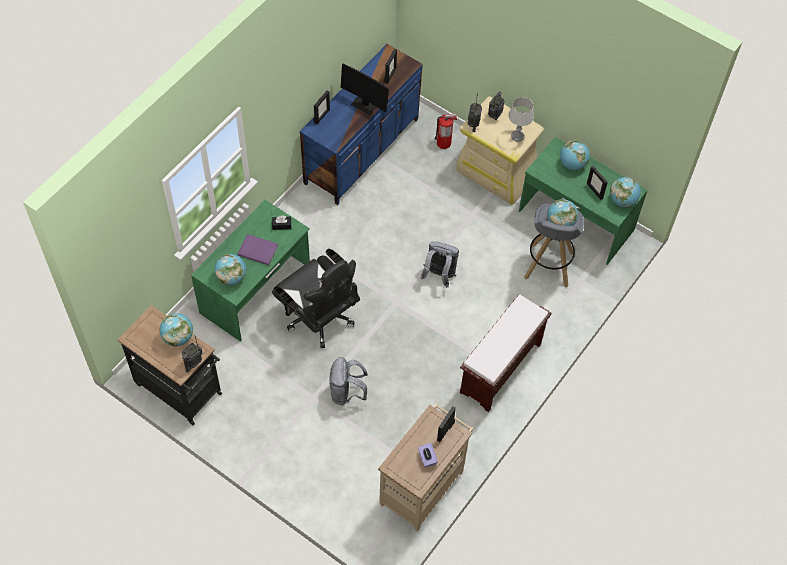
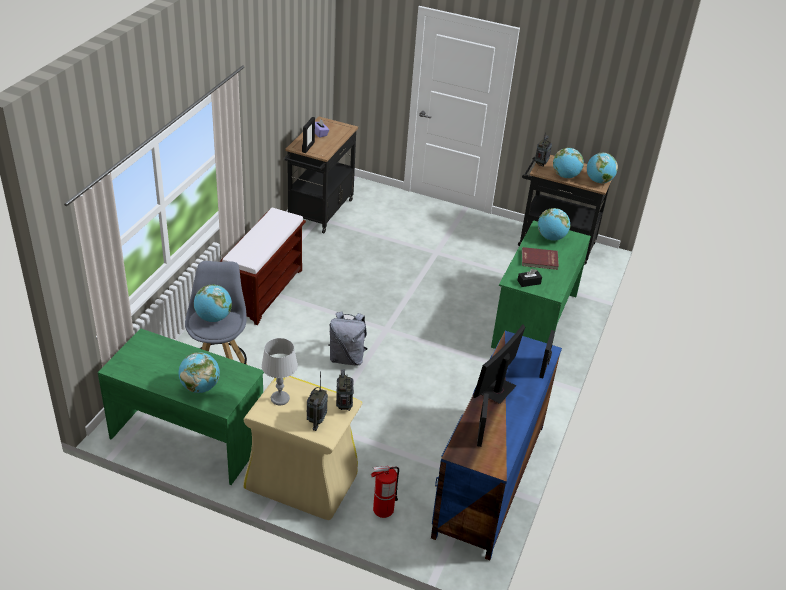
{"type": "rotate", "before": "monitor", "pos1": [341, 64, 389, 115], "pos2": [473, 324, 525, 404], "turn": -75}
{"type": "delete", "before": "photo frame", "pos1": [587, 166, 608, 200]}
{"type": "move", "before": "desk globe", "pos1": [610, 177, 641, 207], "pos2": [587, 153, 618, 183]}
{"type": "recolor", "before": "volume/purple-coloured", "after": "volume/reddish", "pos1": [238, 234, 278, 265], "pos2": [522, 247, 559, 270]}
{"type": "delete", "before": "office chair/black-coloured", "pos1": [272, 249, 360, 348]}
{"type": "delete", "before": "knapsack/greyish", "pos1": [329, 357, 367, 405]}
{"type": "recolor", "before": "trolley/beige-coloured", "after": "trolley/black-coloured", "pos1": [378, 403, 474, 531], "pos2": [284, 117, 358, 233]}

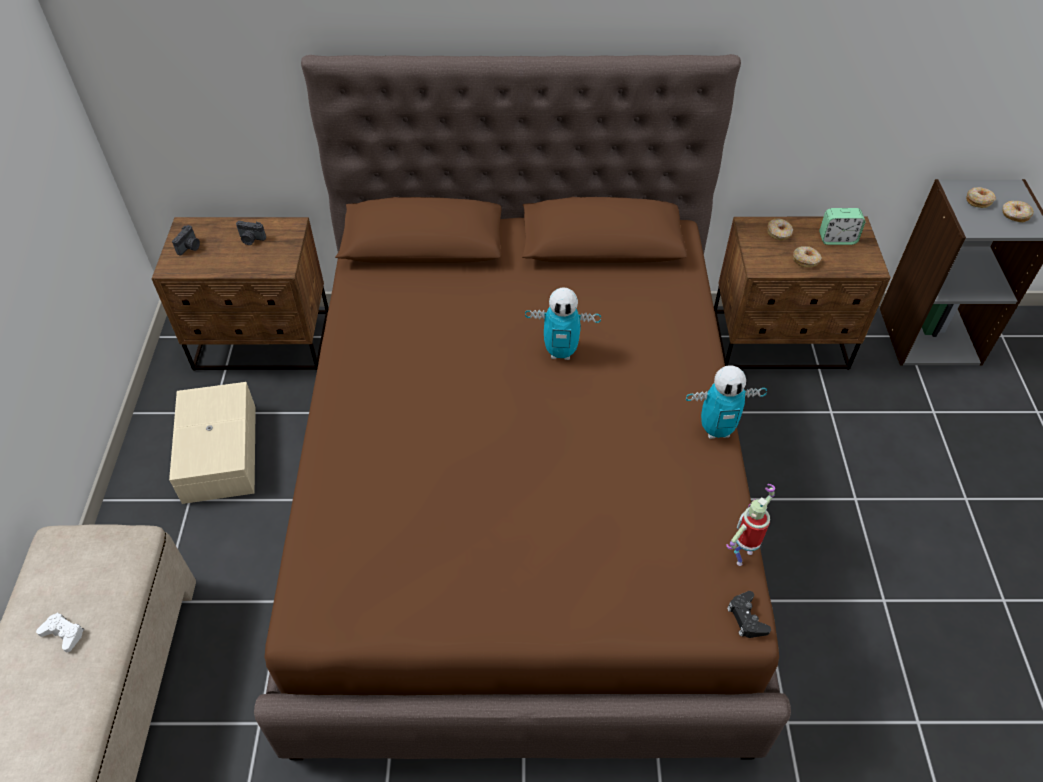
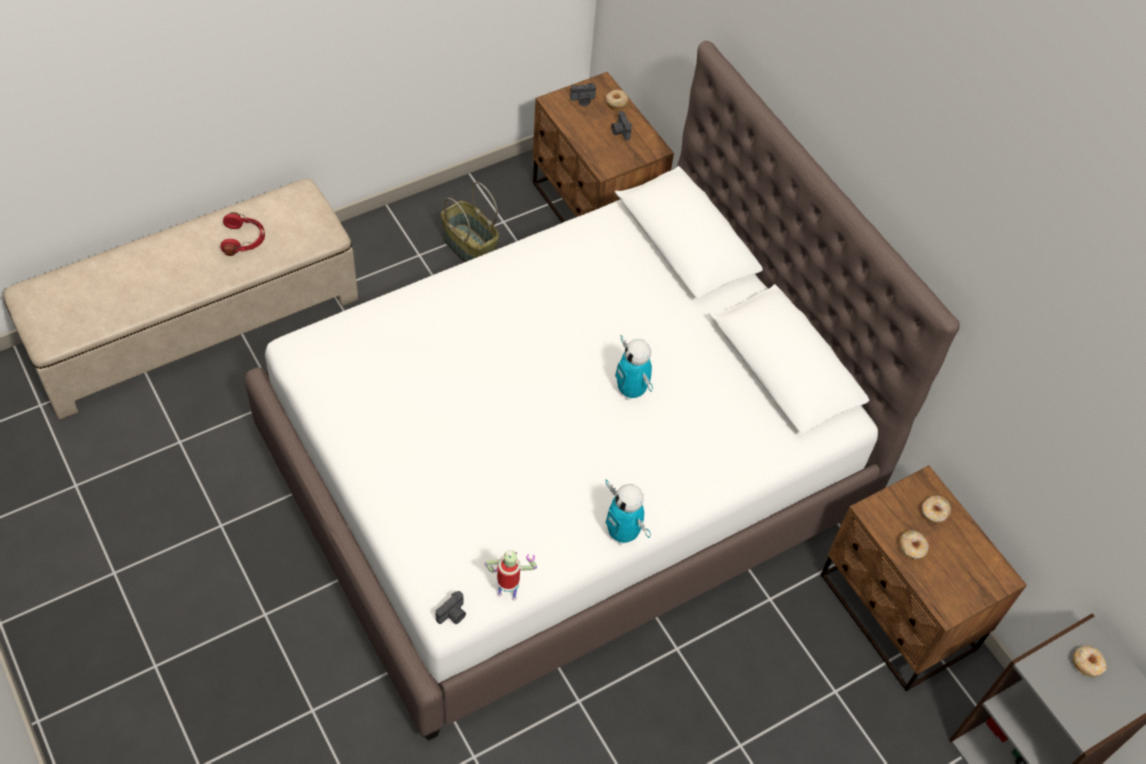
{"type": "recolor", "before": "sleeping bed/brown", "after": "sleeping bed/white-coloured", "pos1": [254, 54, 791, 760], "pos2": [245, 41, 960, 741]}
{"type": "move", "before": "ring doughnut", "pos1": [1003, 201, 1034, 223], "pos2": [606, 90, 629, 111]}
{"type": "delete", "before": "alarm clock", "pos1": [819, 208, 865, 245]}
{"type": "replace", "before": "storage bin/beige-coloured", "after": "household basket", "pos1": [169, 382, 256, 504], "pos2": [441, 182, 499, 262]}
{"type": "replace", "before": "game controller/black-coloured", "after": "photo camera", "pos1": [727, 591, 771, 638], "pos2": [435, 591, 466, 624]}
{"type": "replace", "before": "game controller/white-coloured", "after": "headset/reddish", "pos1": [36, 613, 84, 652], "pos2": [220, 212, 265, 256]}

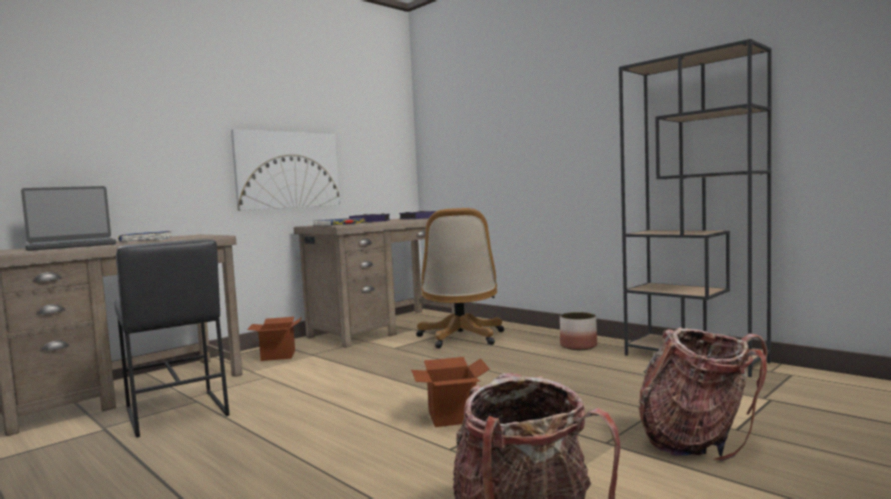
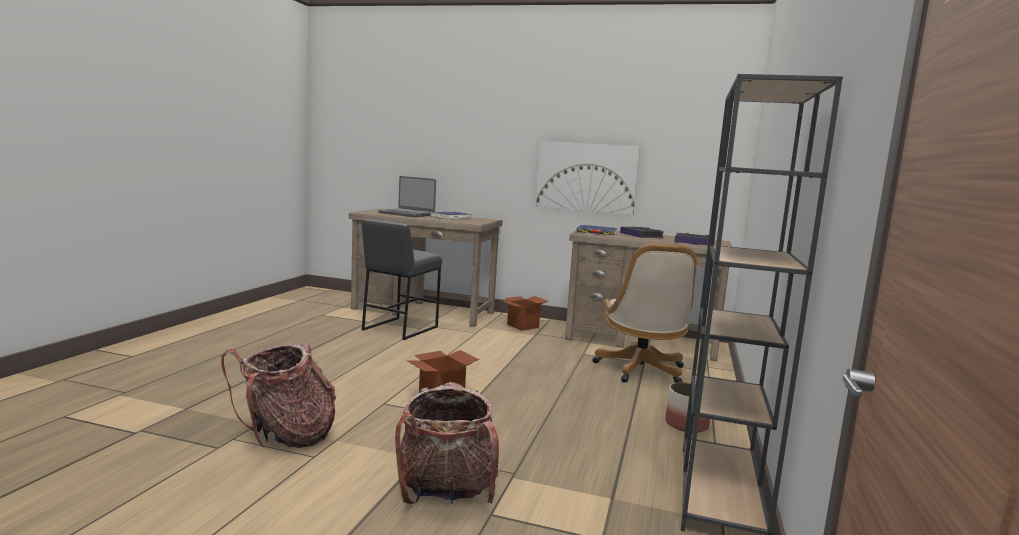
{"type": "rotate", "before": "office chair", "pos1": [416, 208, 504, 348], "pos2": [592, 243, 697, 383], "turn": -60}

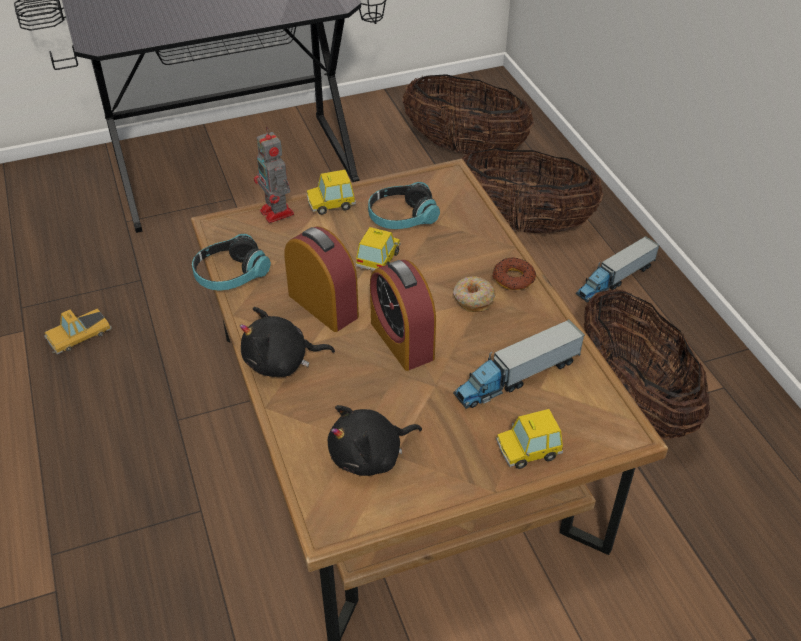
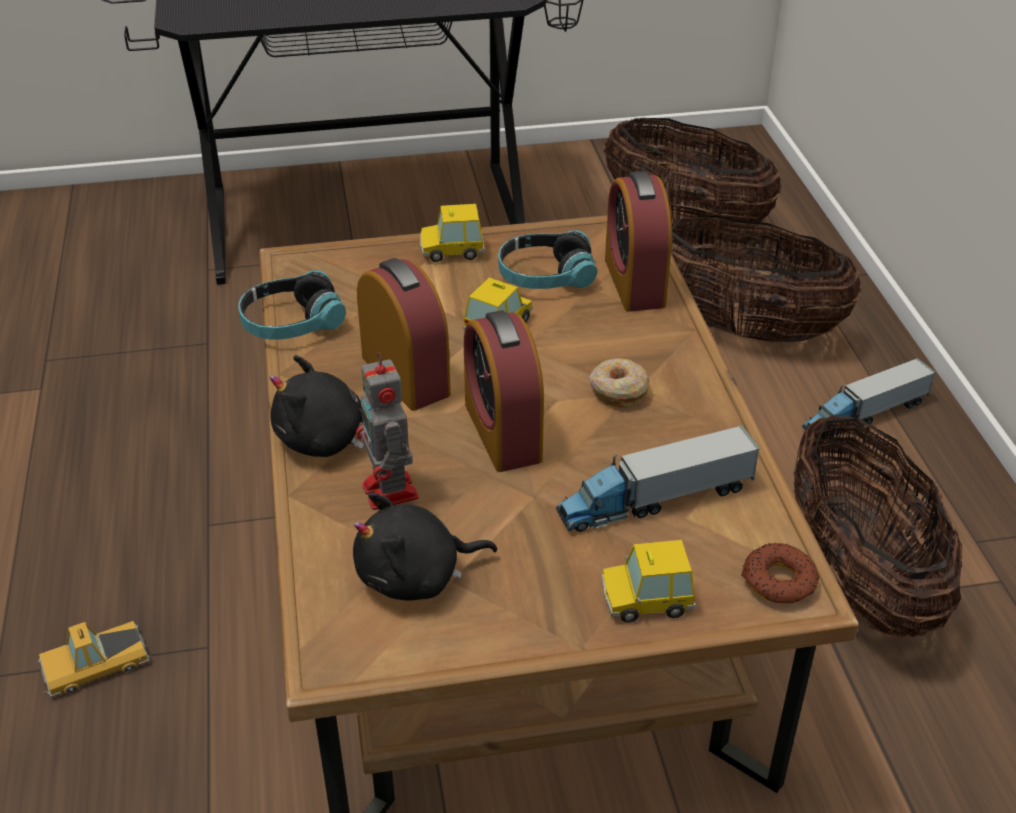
{"type": "move", "before": "robot figure", "pos1": [254, 127, 294, 223], "pos2": [356, 352, 419, 510]}
{"type": "move", "before": "ring doughnut", "pos1": [492, 258, 536, 290], "pos2": [741, 543, 819, 604]}
{"type": "move", "before": "toy car", "pos1": [44, 308, 112, 354], "pos2": [38, 621, 150, 698]}
{"type": "insert", "after": "alarm clock", "pos2": [605, 171, 672, 312]}

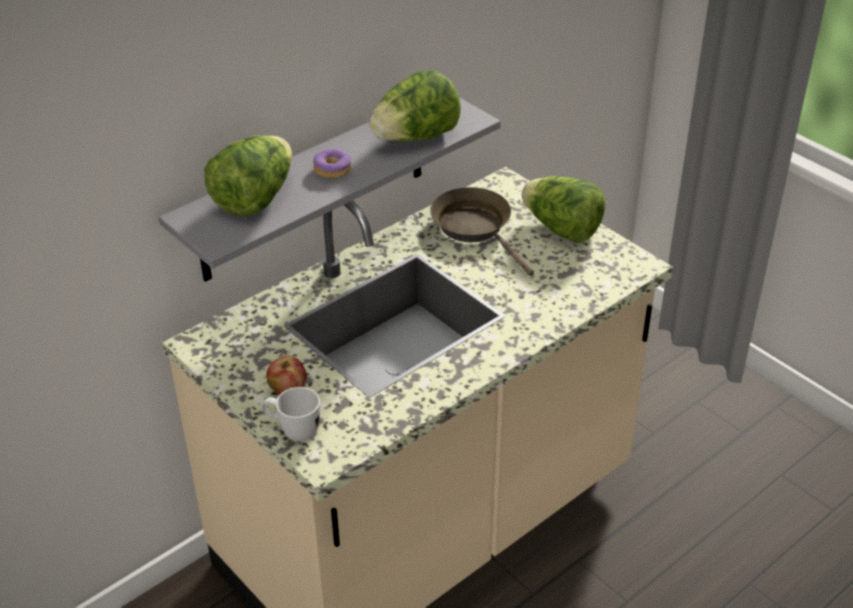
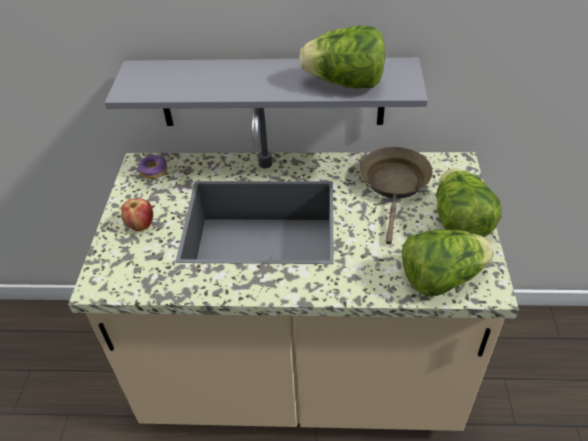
{"type": "move", "before": "head of lettuce", "pos1": [204, 135, 292, 216], "pos2": [402, 230, 494, 296]}
{"type": "move", "before": "ring doughnut", "pos1": [313, 149, 351, 178], "pos2": [138, 155, 167, 179]}
{"type": "delete", "before": "coffee mug/white-coloured", "pos1": [262, 387, 320, 442]}

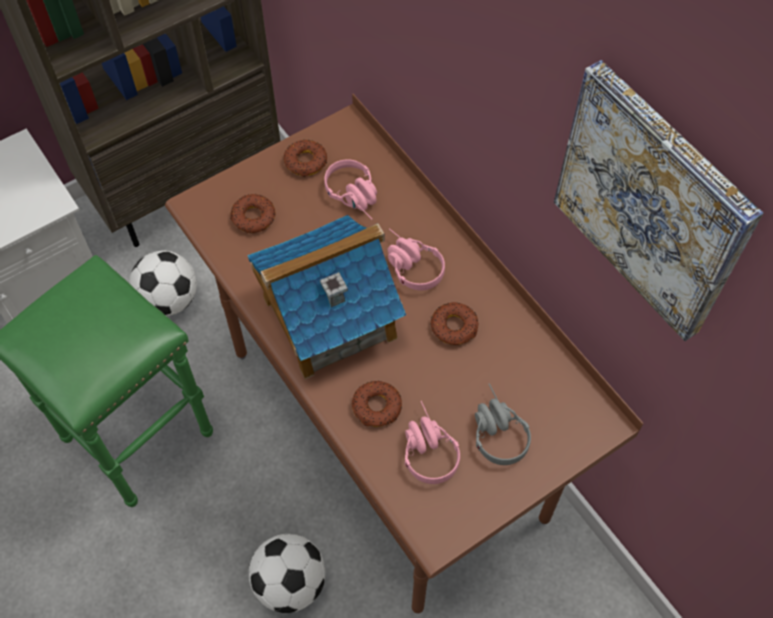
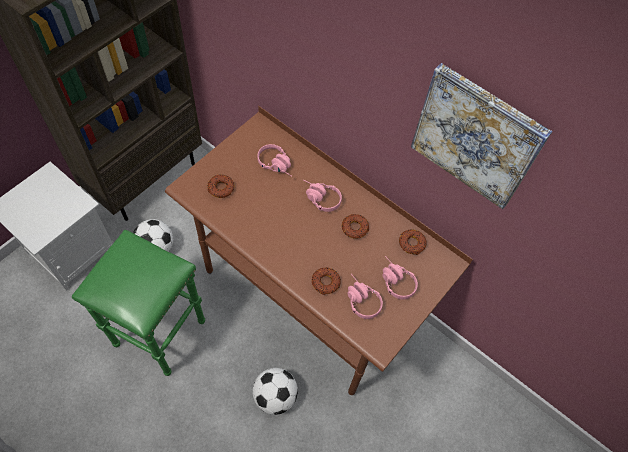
{"type": "move", "before": "ring doughnut", "pos1": [284, 140, 328, 177], "pos2": [399, 229, 427, 255]}
{"type": "delete", "before": "toy house", "pos1": [247, 215, 406, 379]}
{"type": "recolor", "before": "headset/greyish", "after": "headset/pink", "pos1": [475, 384, 531, 465], "pos2": [382, 256, 418, 299]}

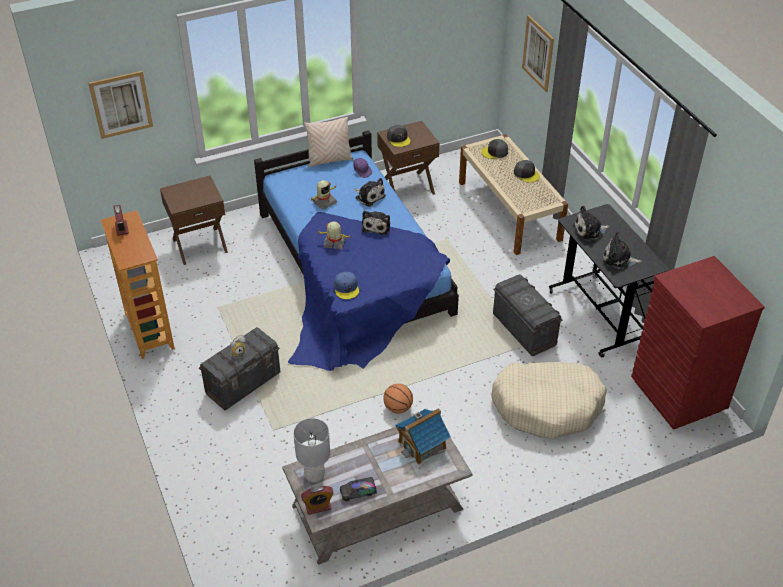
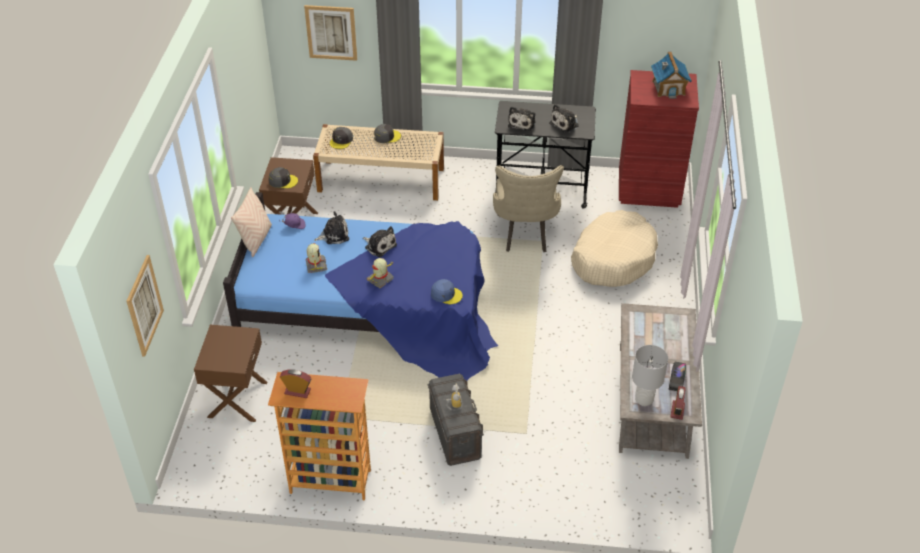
{"type": "replace", "before": "storage bin/greyish", "after": "upright chair/beige-coloured", "pos1": [493, 274, 563, 356], "pos2": [493, 165, 564, 252]}
{"type": "delete", "before": "ball for basketball", "pos1": [383, 384, 413, 413]}
{"type": "move", "before": "toy house", "pos1": [395, 409, 451, 464], "pos2": [651, 51, 692, 99]}

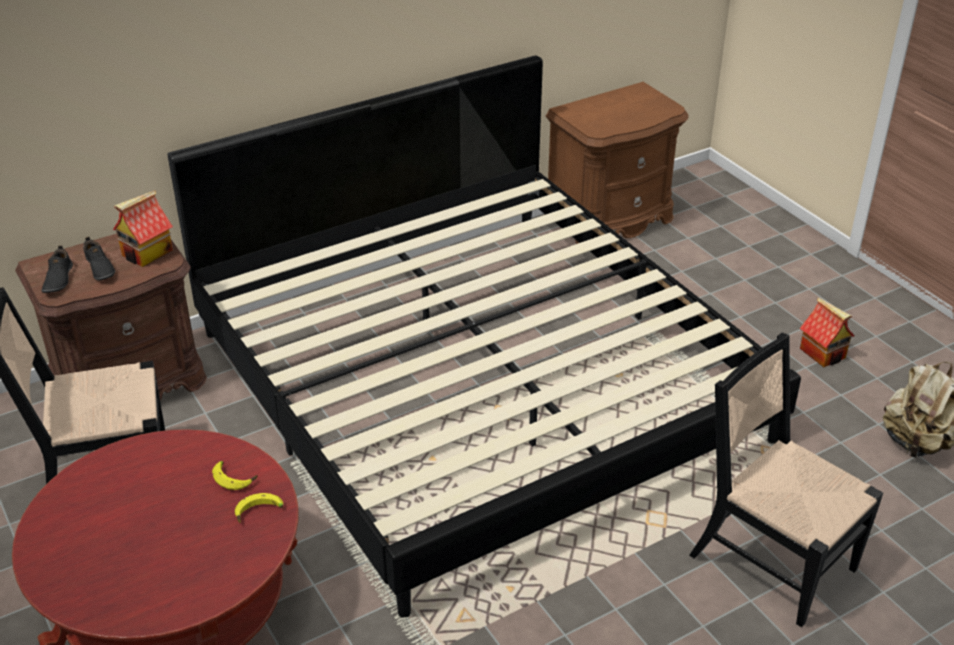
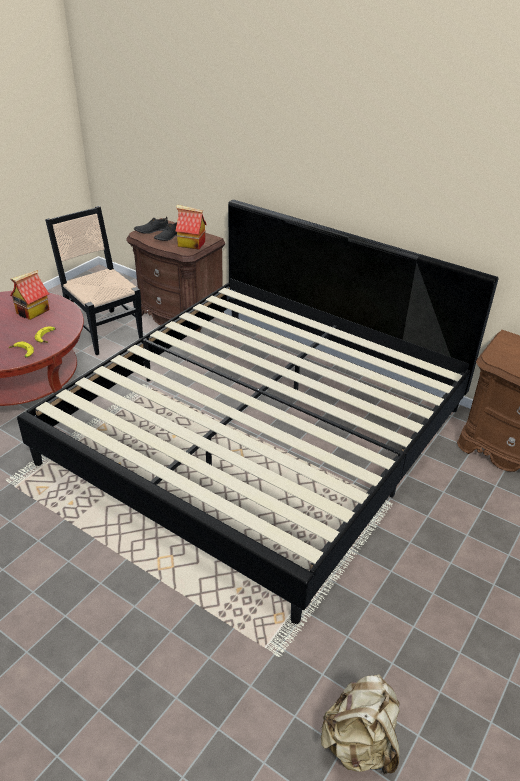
{"type": "move", "before": "toy house", "pos1": [799, 297, 854, 367], "pos2": [10, 270, 49, 320]}
{"type": "delete", "before": "upright chair", "pos1": [689, 333, 883, 627]}

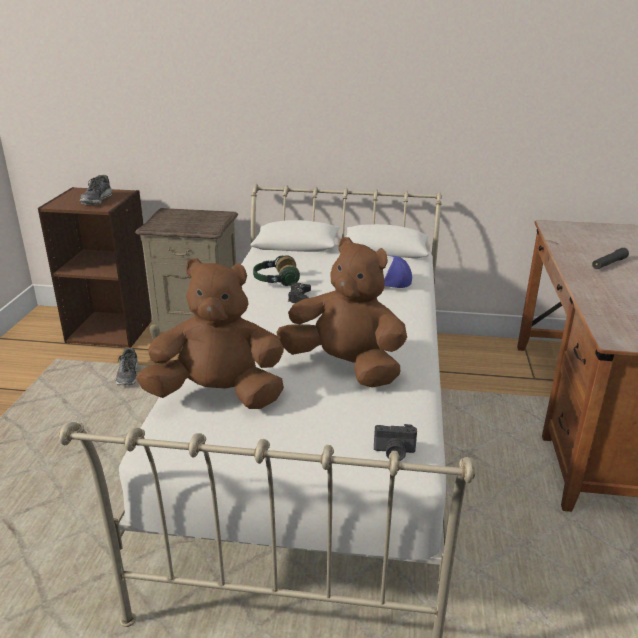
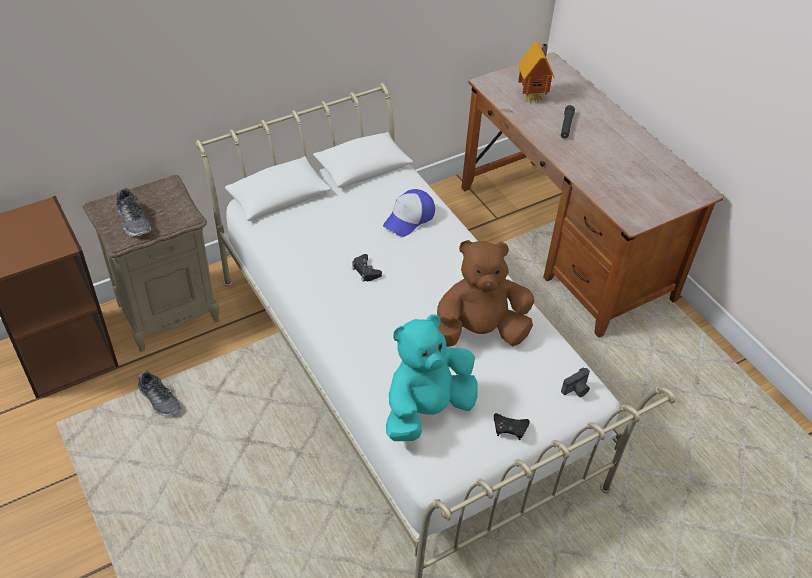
{"type": "move", "before": "low shoe", "pos1": [80, 175, 112, 205], "pos2": [116, 188, 151, 236]}
{"type": "delete", "before": "headset", "pos1": [253, 255, 300, 286]}
{"type": "recolor", "before": "cuddly toy/brown", "after": "cuddly toy/turquoise", "pos1": [136, 258, 284, 409], "pos2": [386, 314, 477, 441]}
{"type": "insert", "after": "toy house", "pos2": [518, 42, 554, 102]}
{"type": "insert", "after": "game controller/black-coloured", "pos2": [494, 413, 530, 440]}

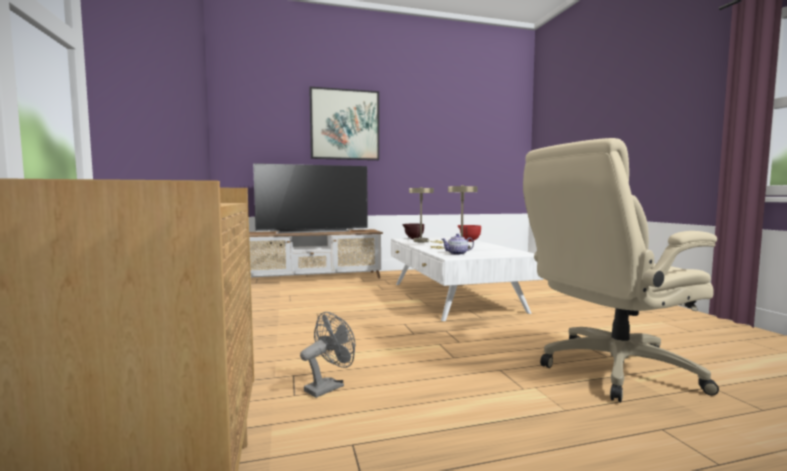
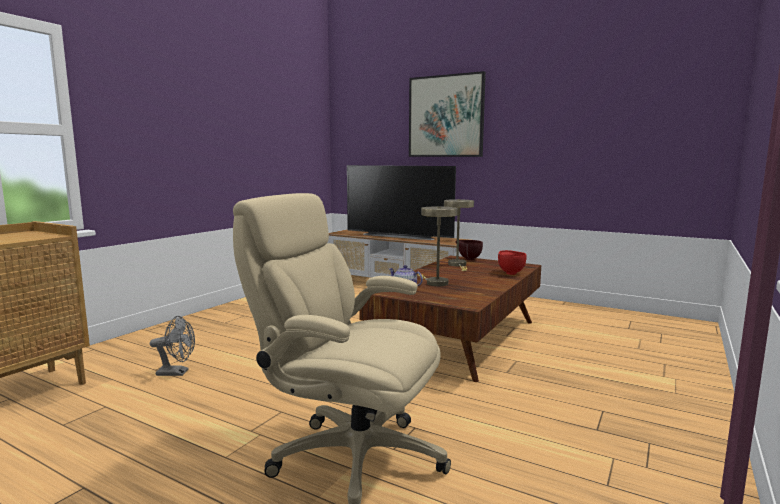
{"type": "recolor", "before": "low table/white-coloured", "after": "low table/brown", "pos1": [391, 237, 544, 321], "pos2": [359, 255, 541, 382]}

